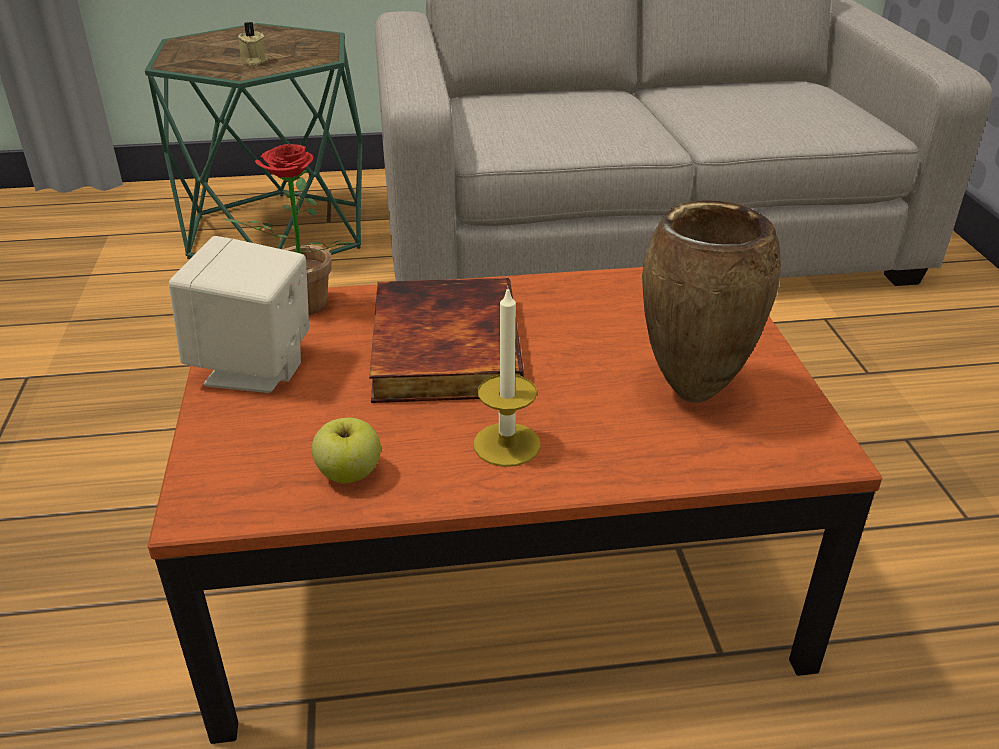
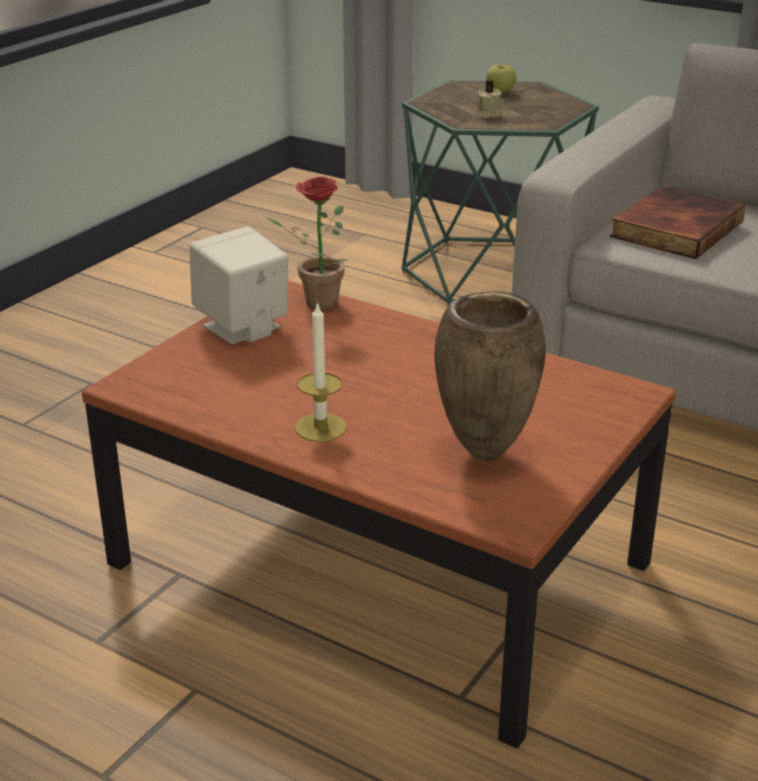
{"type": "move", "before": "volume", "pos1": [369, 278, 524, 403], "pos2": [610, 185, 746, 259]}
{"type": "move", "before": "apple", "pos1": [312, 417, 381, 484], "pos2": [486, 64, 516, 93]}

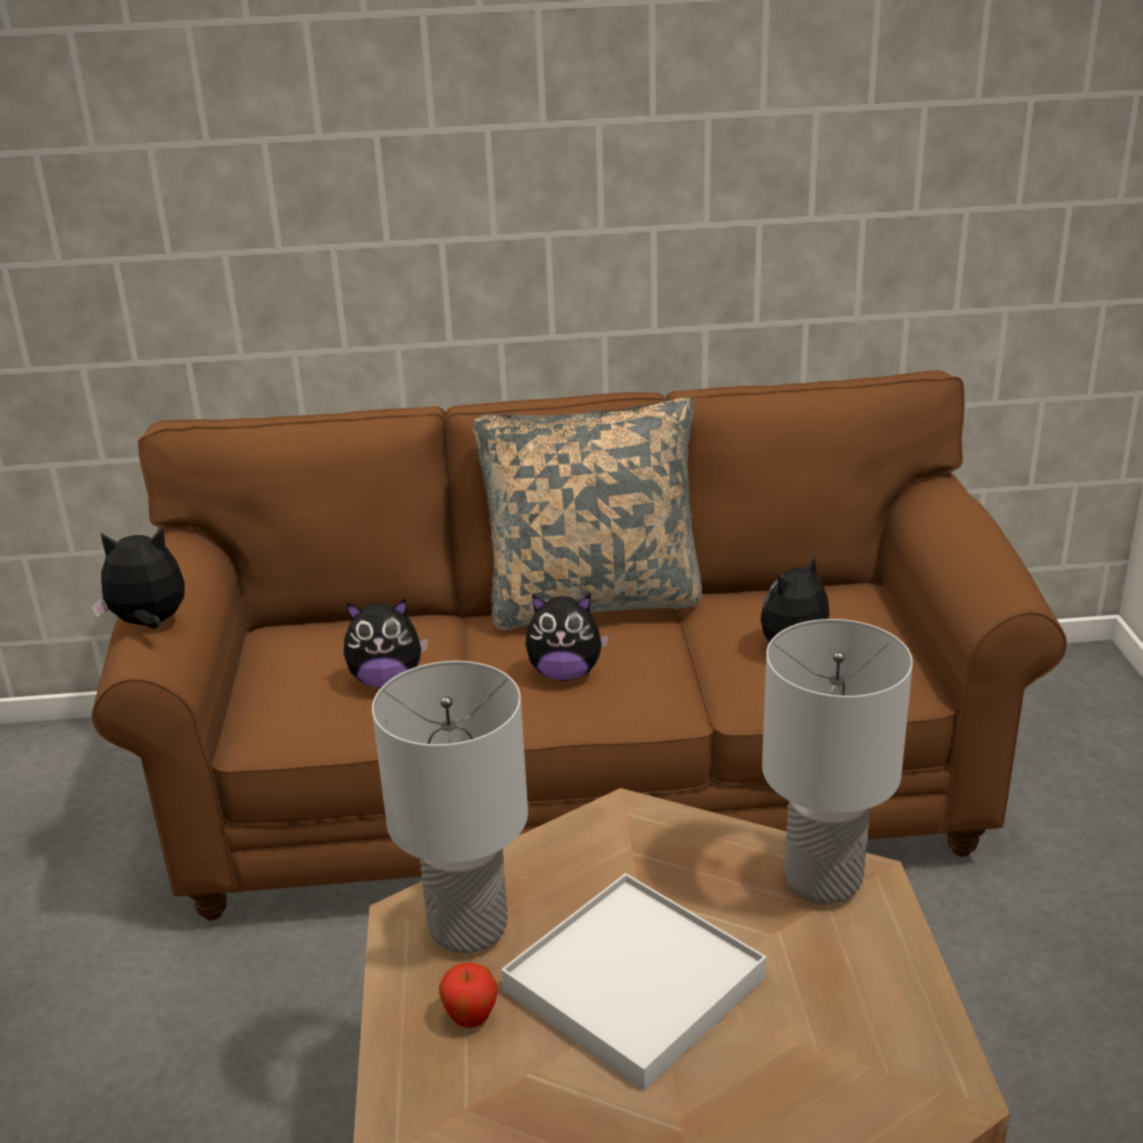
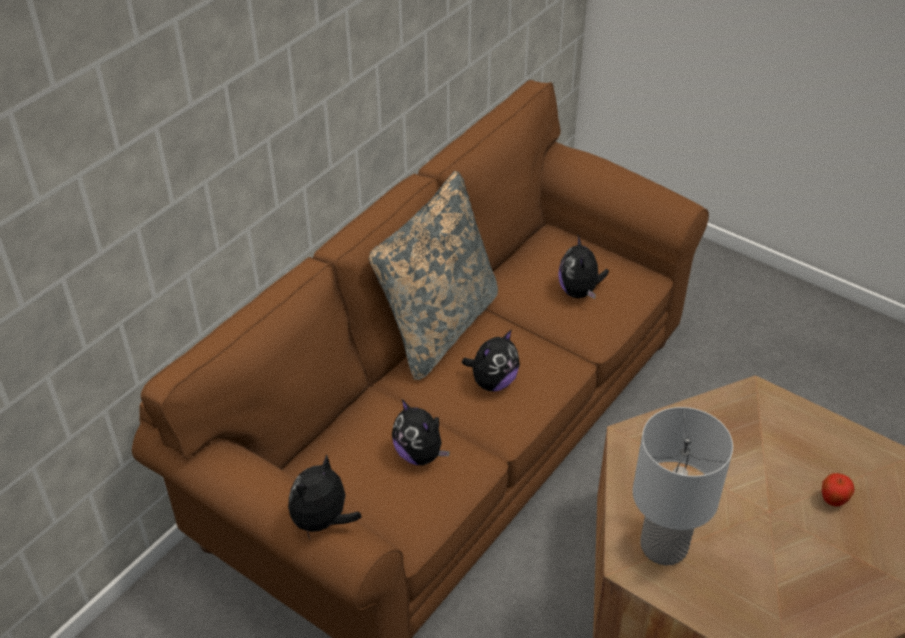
{"type": "rotate", "before": "cuddly toy", "pos1": [344, 599, 428, 688], "pos2": [392, 399, 450, 465], "turn": 105}
{"type": "delete", "before": "lamp for a table/greyish", "pos1": [762, 619, 913, 904]}
{"type": "delete", "before": "serving tray/white-coloured", "pos1": [501, 873, 766, 1091]}
{"type": "move", "before": "apple", "pos1": [439, 963, 498, 1028], "pos2": [822, 473, 854, 506]}

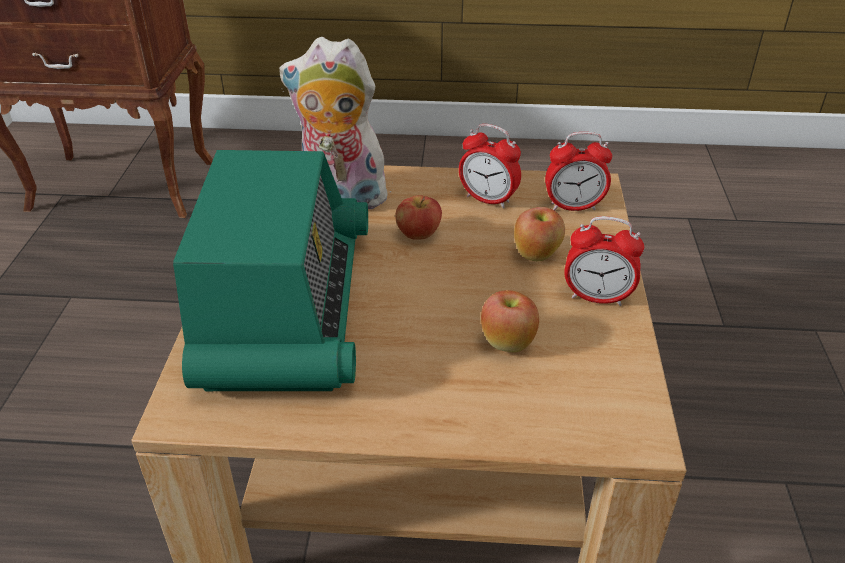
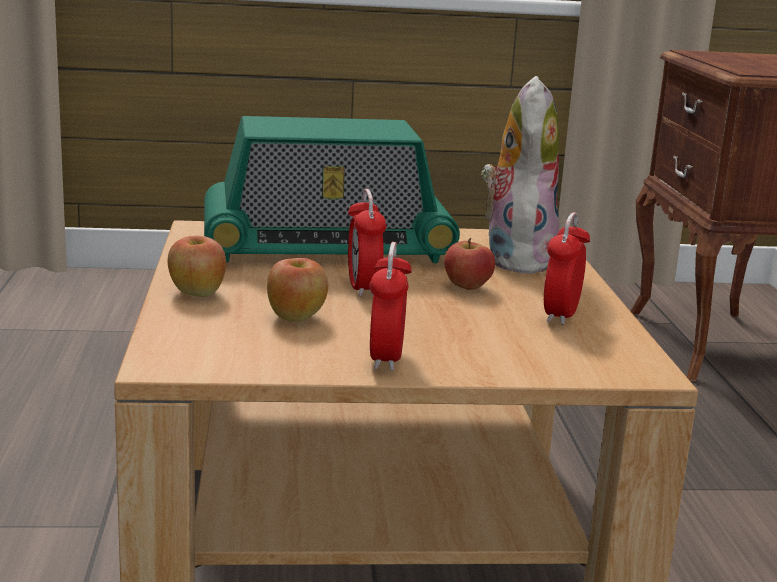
{"type": "move", "before": "alarm clock", "pos1": [545, 132, 612, 211], "pos2": [348, 189, 386, 297]}
{"type": "move", "before": "apple", "pos1": [514, 207, 565, 261], "pos2": [168, 236, 226, 297]}

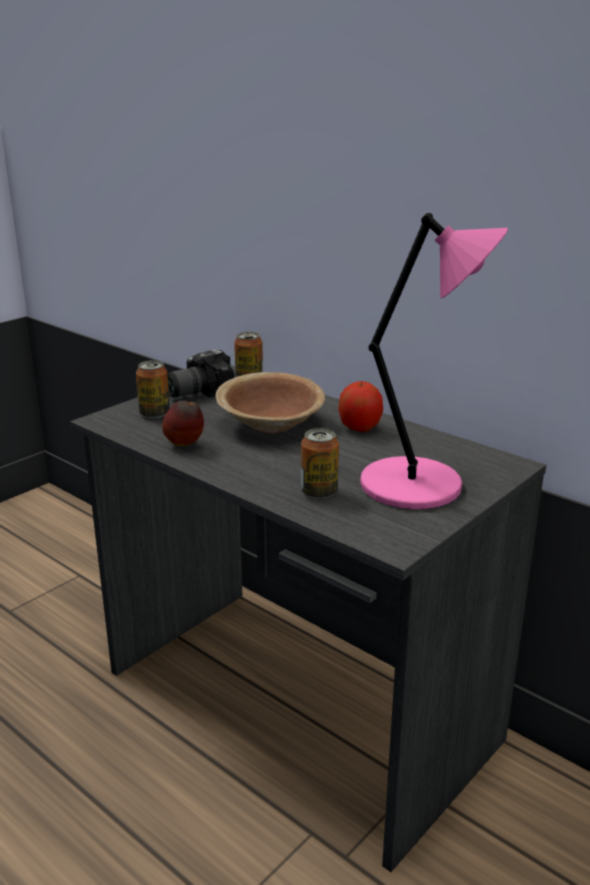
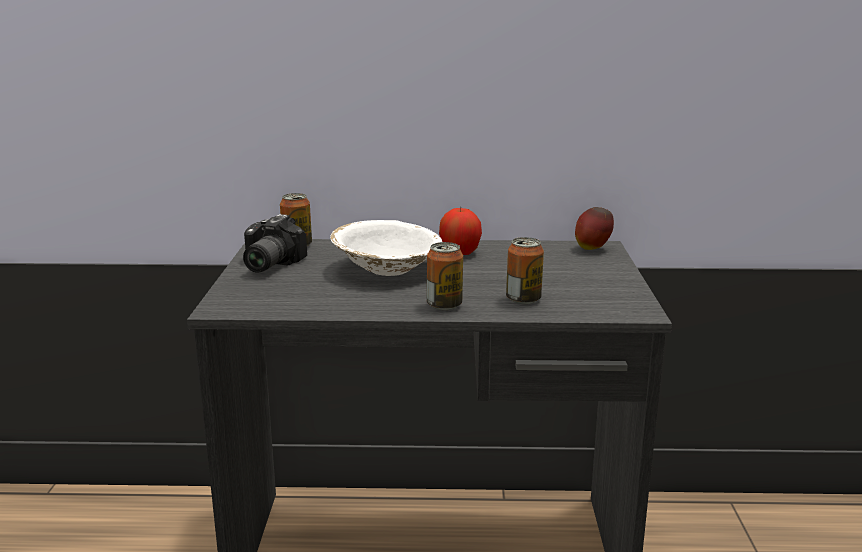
{"type": "delete", "before": "lamp for a table/pink", "pos1": [360, 212, 508, 509]}
{"type": "move", "before": "sealed can", "pos1": [136, 360, 170, 419], "pos2": [427, 242, 463, 310]}
{"type": "recolor", "before": "deep dish/brown", "after": "deep dish/white-coloured", "pos1": [216, 372, 325, 433], "pos2": [330, 220, 442, 276]}
{"type": "move", "before": "apple", "pos1": [162, 400, 204, 446], "pos2": [575, 207, 614, 250]}

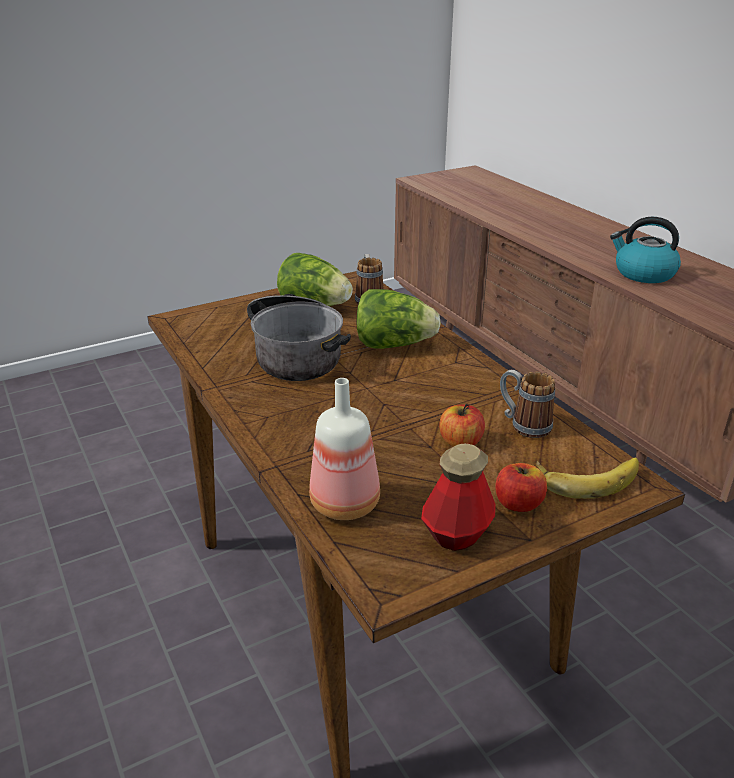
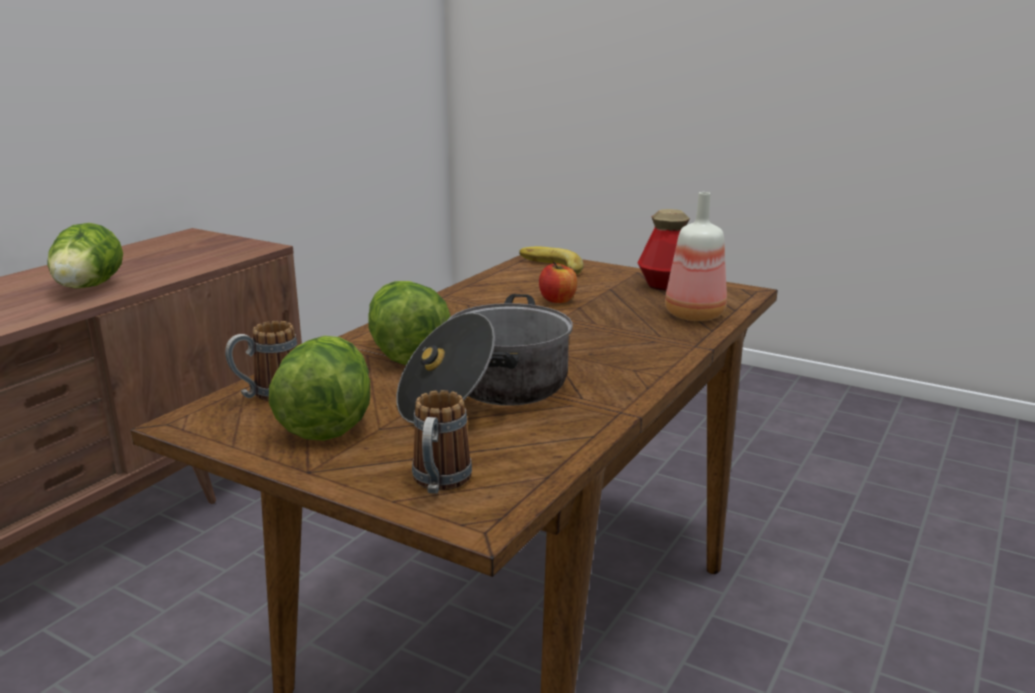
{"type": "replace", "before": "water kettle", "after": "head of lettuce", "pos1": [610, 217, 681, 283], "pos2": [47, 223, 123, 289]}
{"type": "move", "before": "coffee mug", "pos1": [500, 370, 555, 438], "pos2": [412, 390, 472, 494]}
{"type": "delete", "before": "apple", "pos1": [495, 463, 547, 512]}

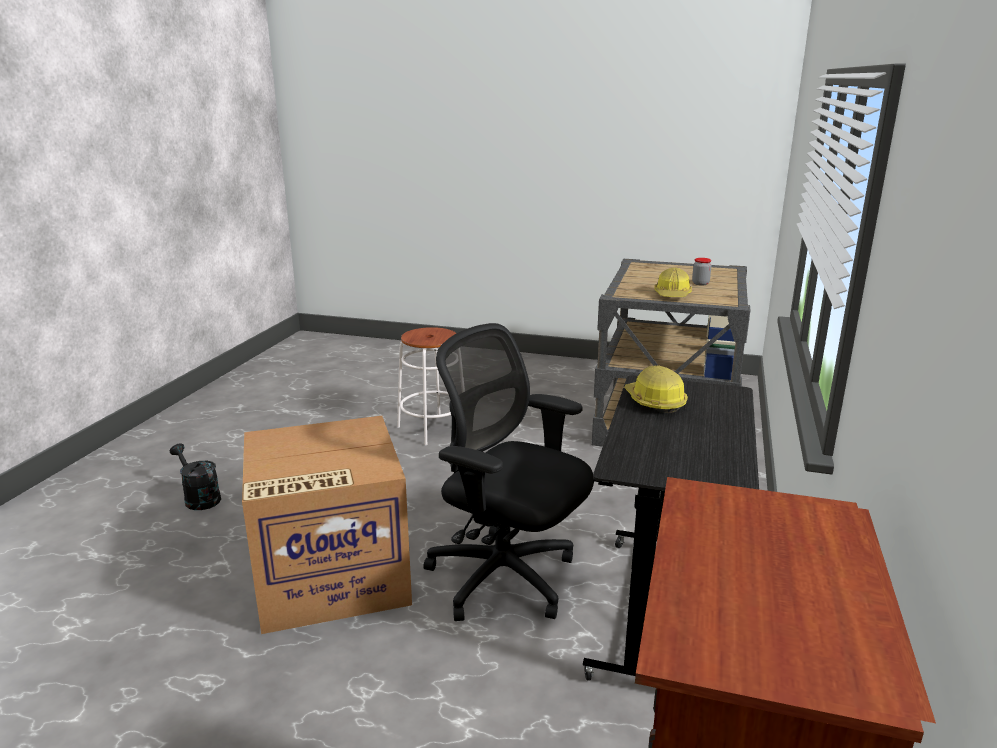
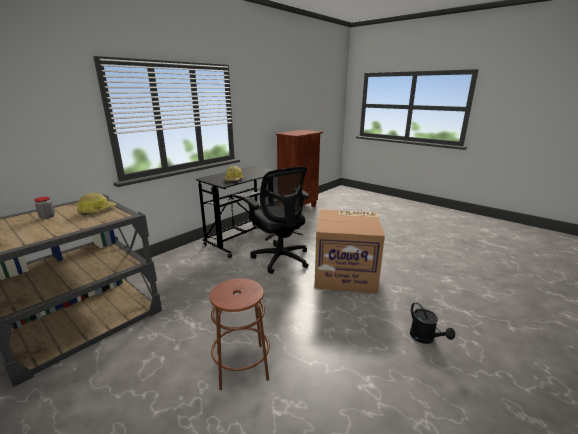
{"type": "recolor", "before": "stool/white-coloured", "after": "stool/brown", "pos1": [397, 327, 456, 445], "pos2": [210, 278, 270, 390]}

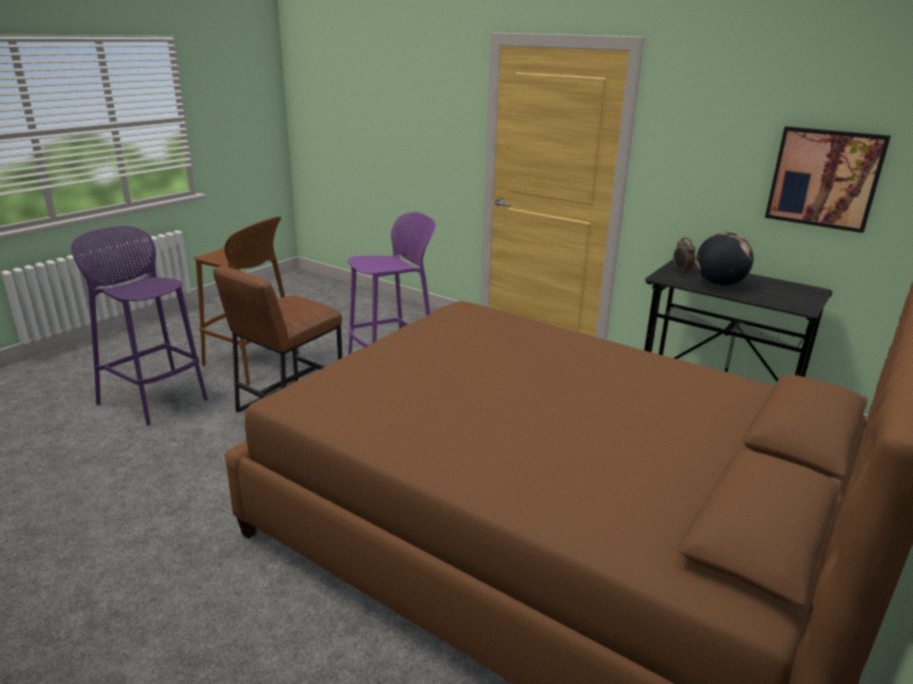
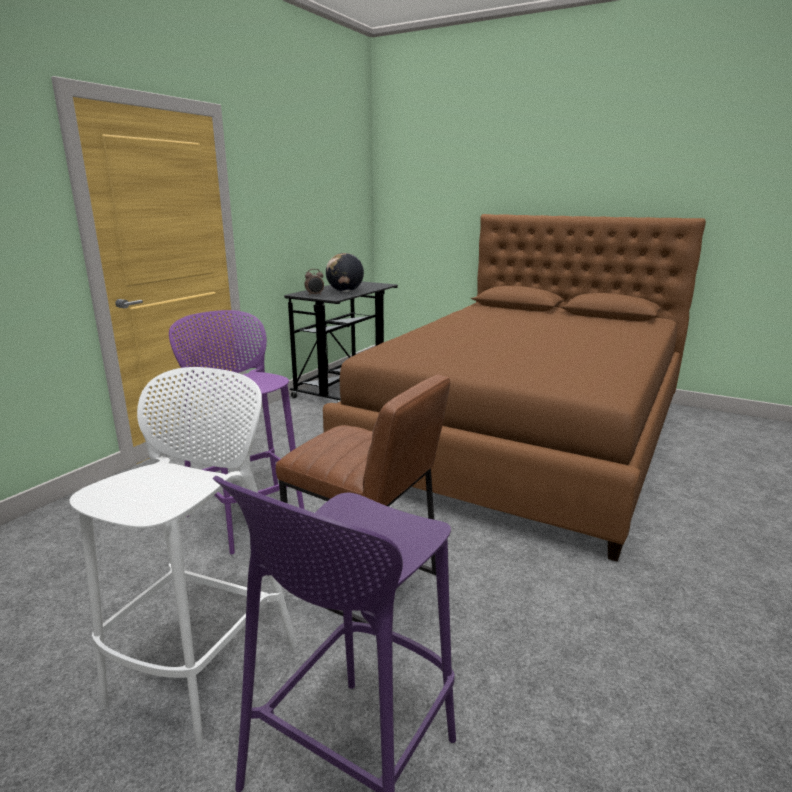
{"type": "delete", "before": "wall picture", "pos1": [765, 126, 891, 233]}
{"type": "recolor", "before": "stool/brown", "after": "stool/white-coloured", "pos1": [193, 217, 299, 385], "pos2": [69, 367, 297, 748]}

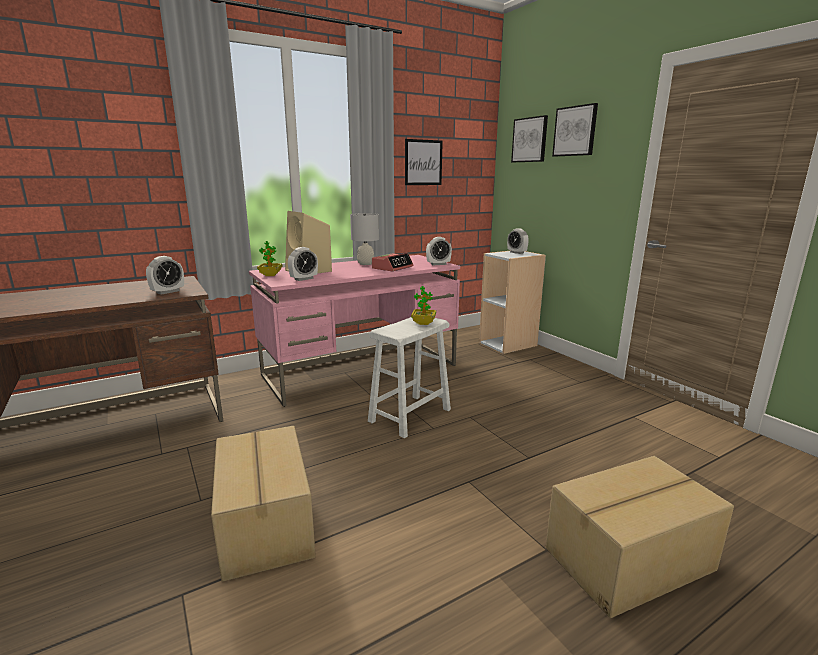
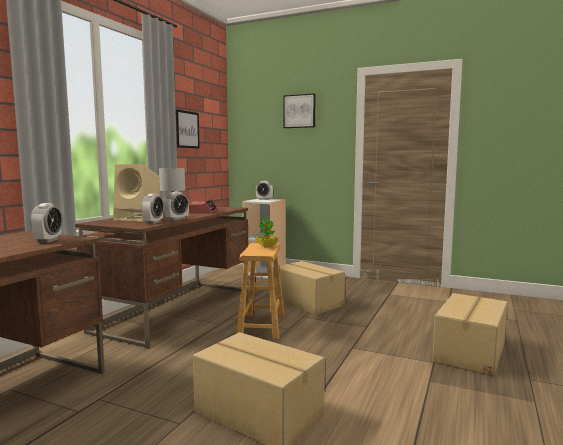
{"type": "delete", "before": "wall picture", "pos1": [511, 115, 548, 162]}
{"type": "move", "before": "alarm clock", "pos1": [426, 237, 452, 266], "pos2": [164, 192, 189, 220]}
{"type": "delete", "before": "houseplant", "pos1": [257, 241, 282, 276]}
{"type": "recolor", "before": "desk unit/pink", "after": "desk unit/brown", "pos1": [249, 255, 460, 407], "pos2": [75, 206, 248, 348]}
{"type": "recolor", "before": "stool/white-coloured", "after": "stool/brown", "pos1": [368, 317, 451, 438], "pos2": [236, 243, 285, 339]}
{"type": "insert", "after": "carton", "pos2": [273, 261, 345, 315]}

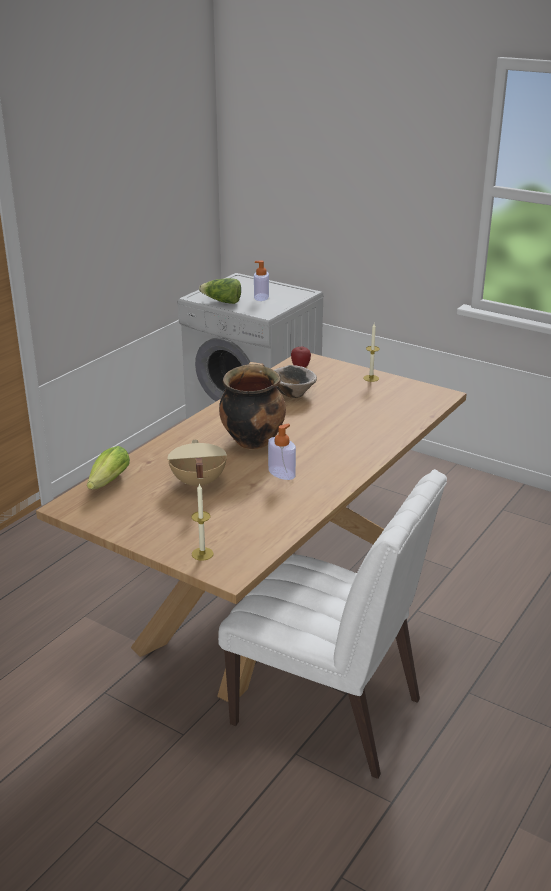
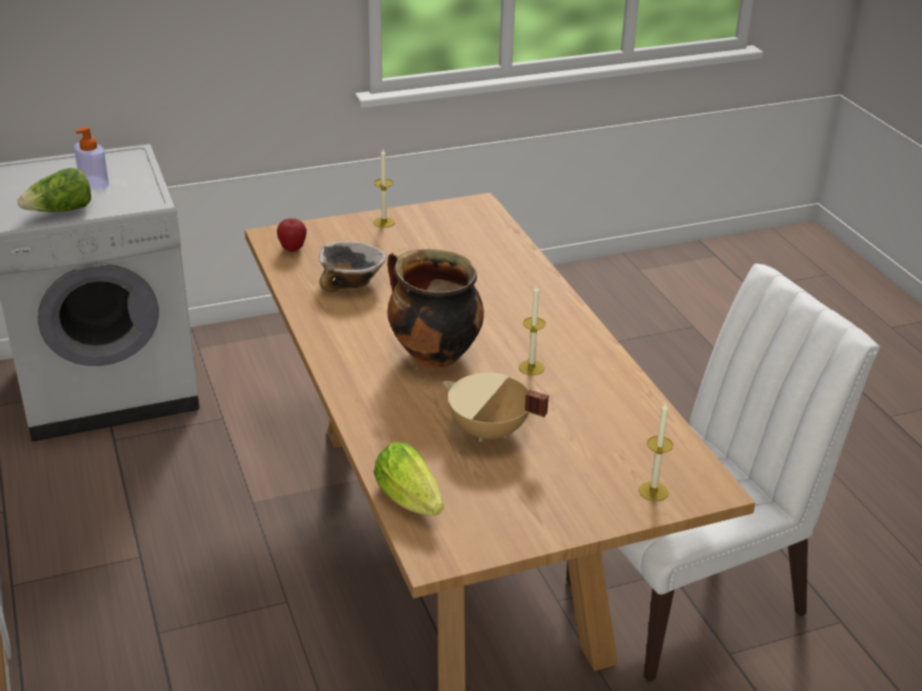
{"type": "replace", "before": "soap dispenser", "after": "wax light", "pos1": [268, 424, 296, 480], "pos2": [519, 285, 546, 375]}

